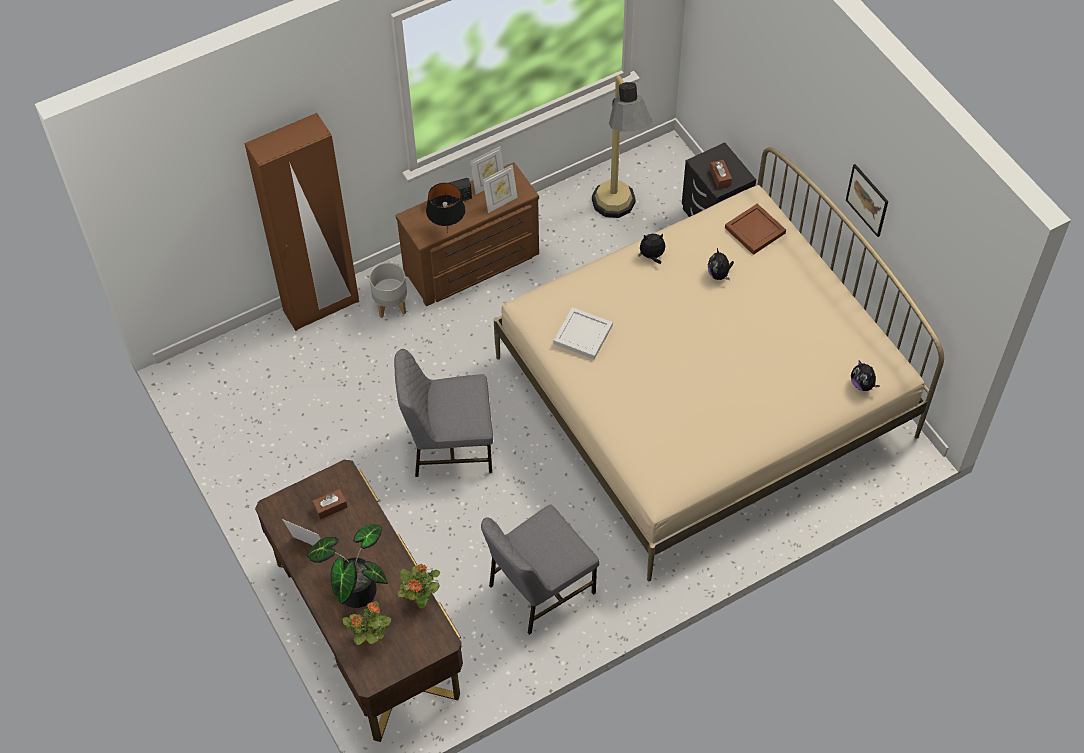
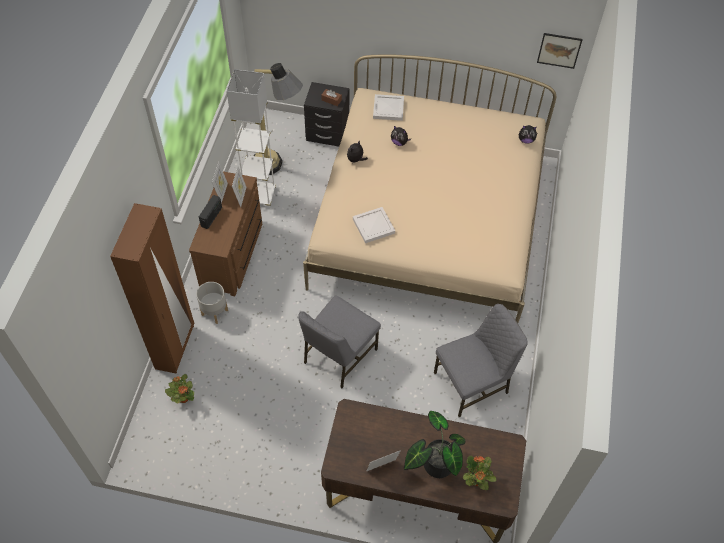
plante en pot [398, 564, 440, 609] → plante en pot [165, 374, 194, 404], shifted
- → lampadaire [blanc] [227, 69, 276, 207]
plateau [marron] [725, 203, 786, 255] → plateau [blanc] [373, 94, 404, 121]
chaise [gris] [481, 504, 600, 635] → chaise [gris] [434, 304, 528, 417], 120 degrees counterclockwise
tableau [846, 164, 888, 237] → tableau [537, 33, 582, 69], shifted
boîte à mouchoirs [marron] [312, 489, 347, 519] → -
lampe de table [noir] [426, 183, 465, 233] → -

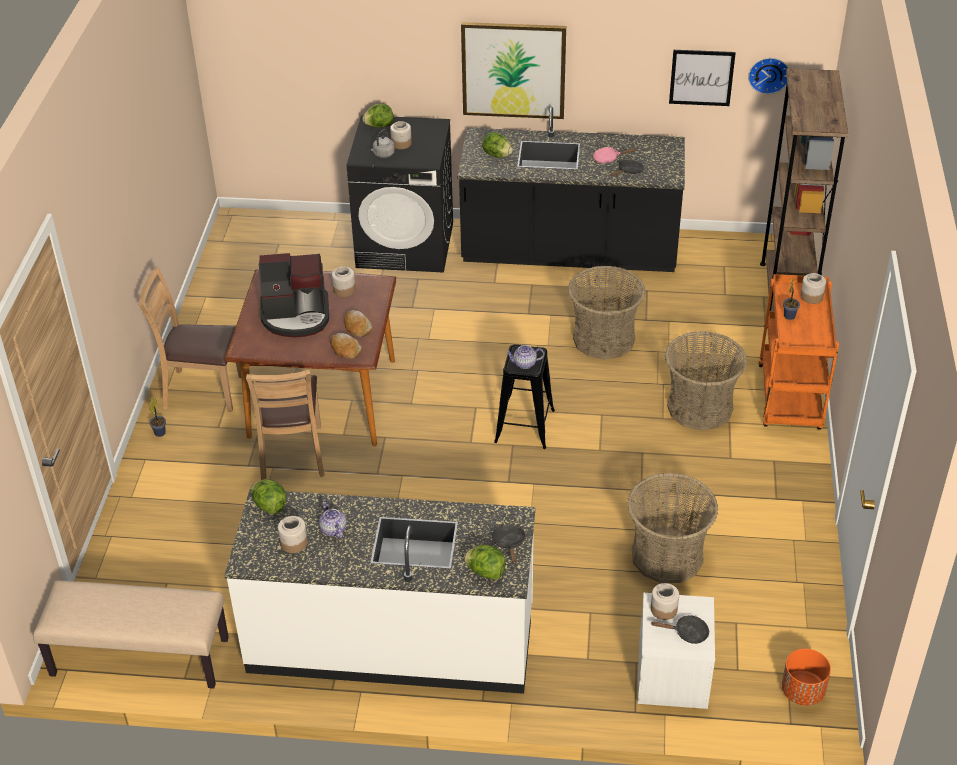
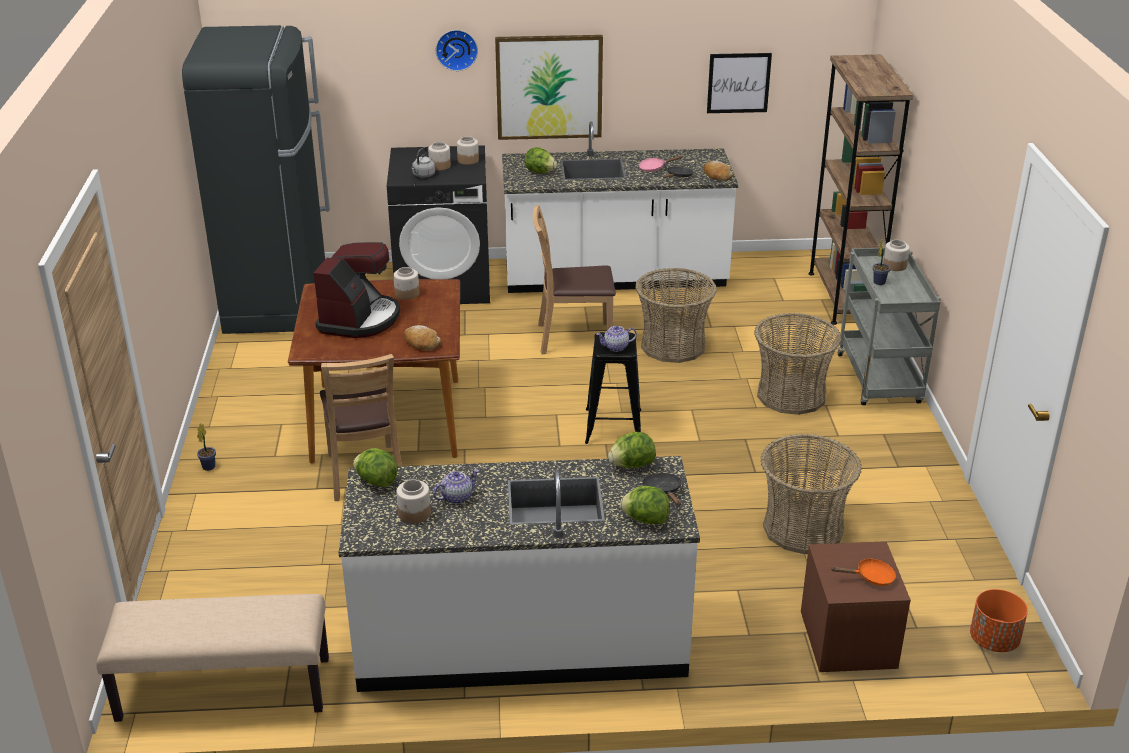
- → réfrigérateur [noir] [182, 25, 330, 334]
machine à café [259, 253, 329, 337] → machine à café [313, 242, 400, 338], 60 degrees counterclockwise
théière [319, 501, 346, 539] → théière [433, 469, 479, 504], 90 degrees clockwise
horloge murale [748, 58, 788, 94] → horloge murale [436, 30, 478, 71], shifted
bocal [651, 583, 679, 620] → bocal [457, 136, 479, 165], shifted
comptoir de cuisine [noir] [457, 107, 685, 272] → comptoir de cuisine [blanc] [502, 121, 738, 293]
chaise [marron] [139, 268, 241, 412] → chaise [marron] [533, 205, 616, 355], shifted
laitue [362, 104, 394, 128] → laitue [608, 432, 656, 468], shifted
pain [344, 310, 372, 337] → pain [704, 161, 733, 181], shifted
table de chevet [blanc] [638, 593, 715, 709] → table de chevet [marron] [801, 541, 911, 672]
poêle [noir] [651, 615, 709, 644] → poêle [orange] [831, 558, 896, 586]
chariot [orange] [758, 274, 839, 430] → chariot [gris] [838, 248, 941, 405]

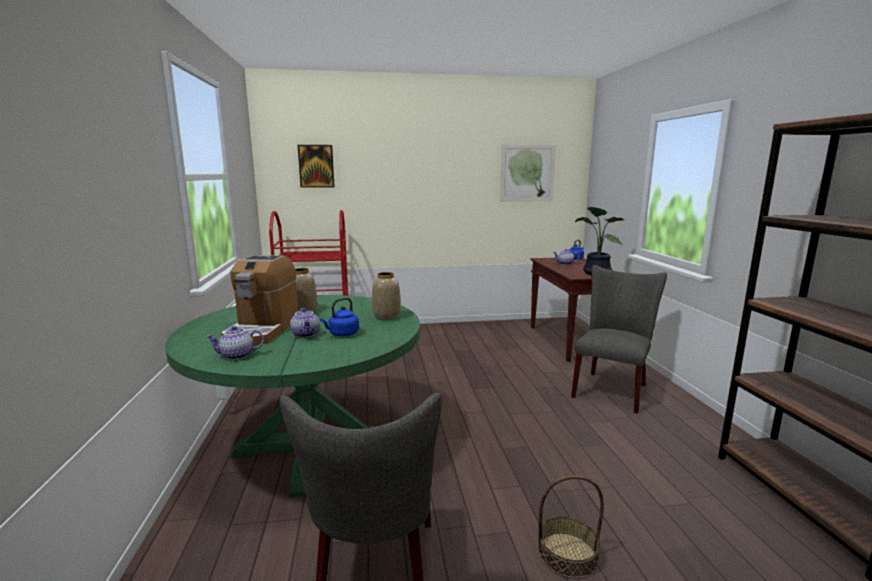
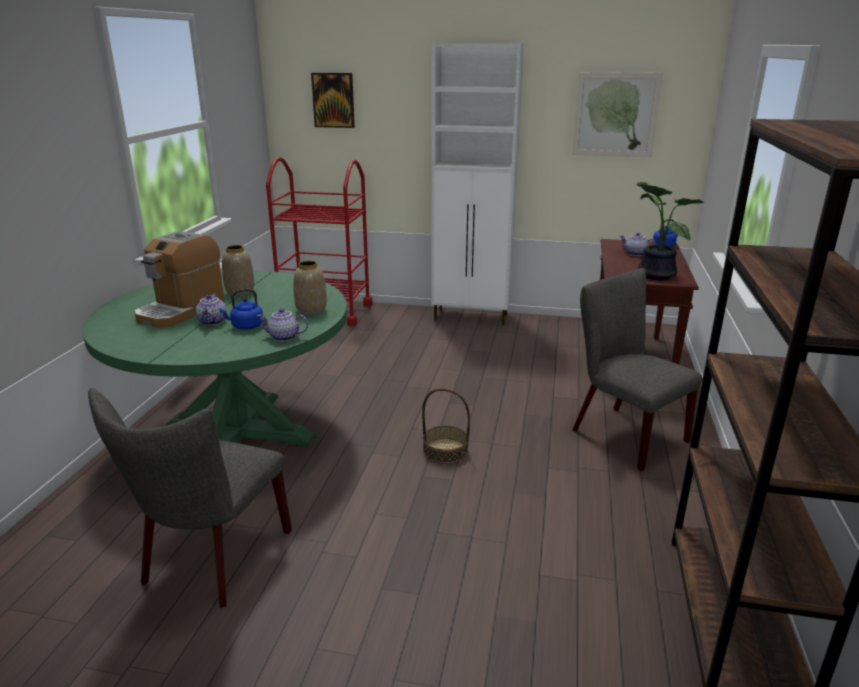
théière [206, 326, 264, 360] → théière [257, 308, 308, 341], shifted
panier [538, 475, 604, 579] → panier [422, 388, 470, 464], shifted
- → meuble de rangement [blanc] [431, 43, 524, 325]
chaise [gris] [571, 265, 667, 414] → chaise [gris] [572, 268, 702, 471], 90 degrees counterclockwise

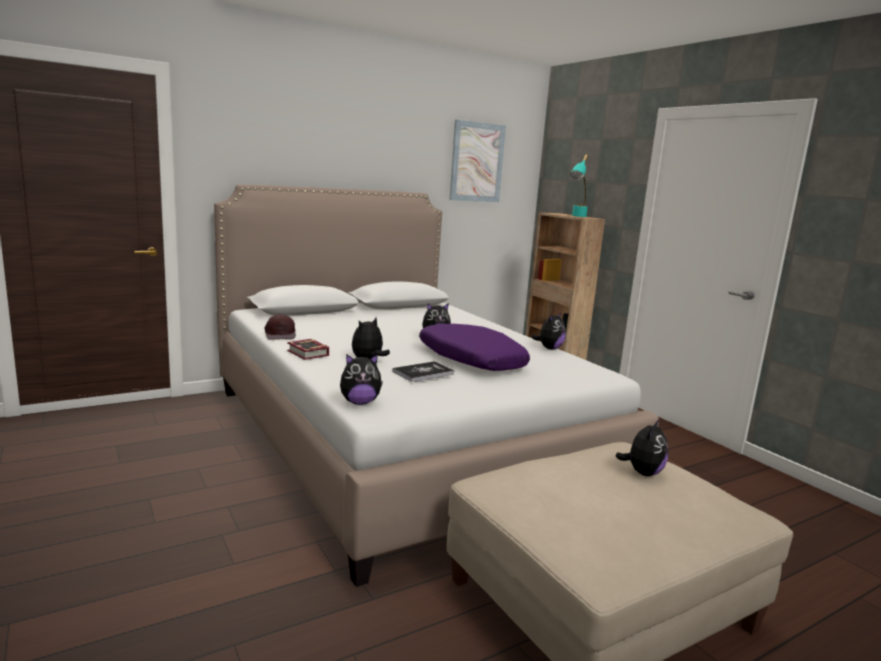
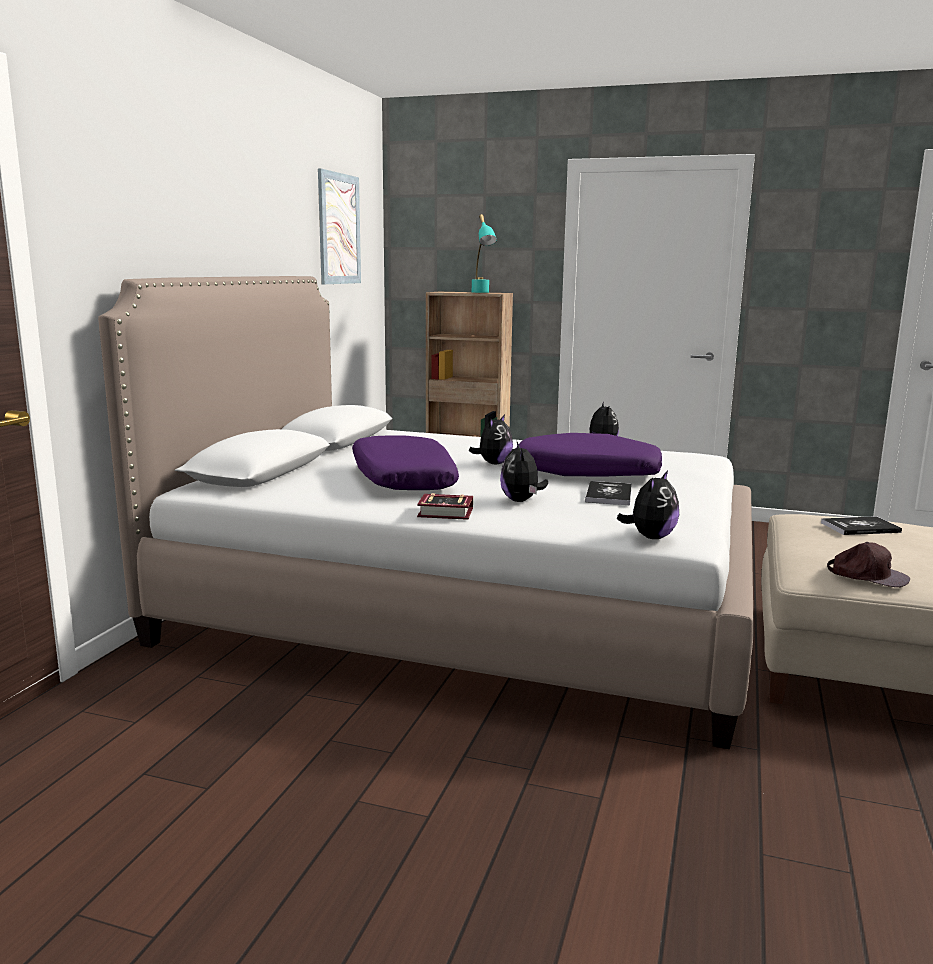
- → coussin [violet] [352, 435, 459, 490]
peluche [615, 419, 668, 476] → livre [821, 516, 902, 535]
casquette [marron] [264, 314, 296, 339] → casquette [marron] [827, 542, 910, 587], shifted

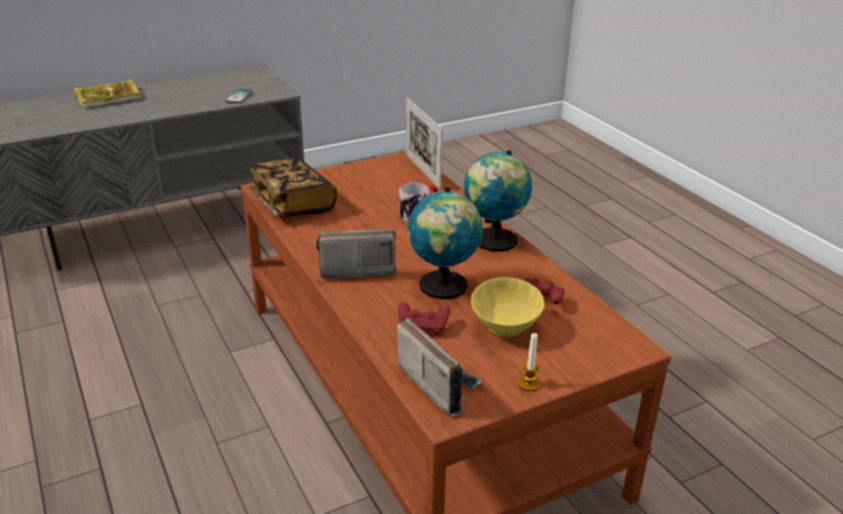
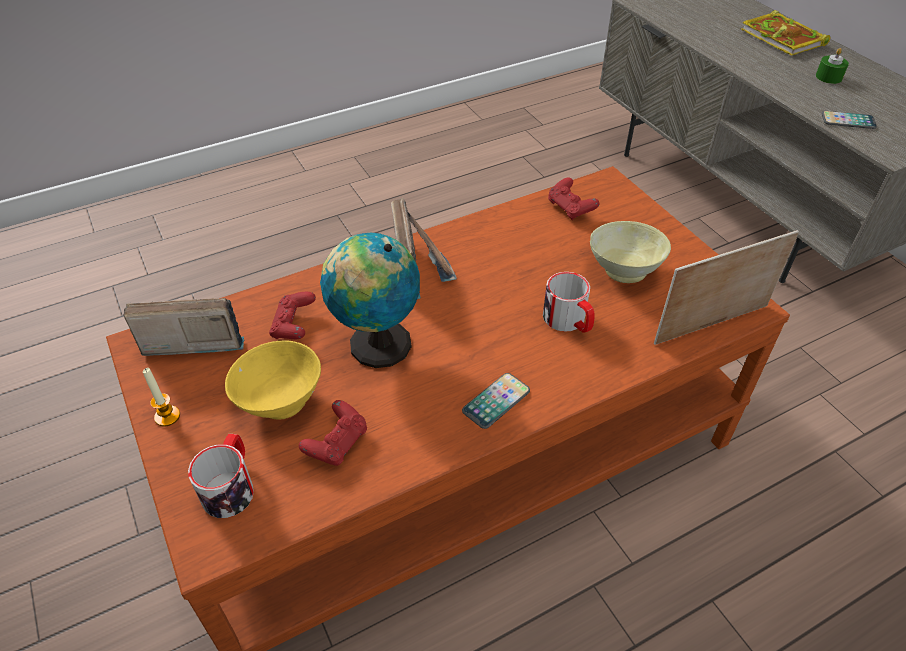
radio [397, 318, 483, 417] → radio [124, 298, 244, 356], 150 degrees counterclockwise
- → mug [188, 434, 254, 518]
globe [464, 150, 532, 252] → téléphone [462, 373, 530, 429]
livre [249, 158, 337, 217] → manette [rouge] [548, 177, 599, 220]
- → bol [beige] [590, 221, 671, 283]
- → bougie [vert] [816, 48, 849, 84]

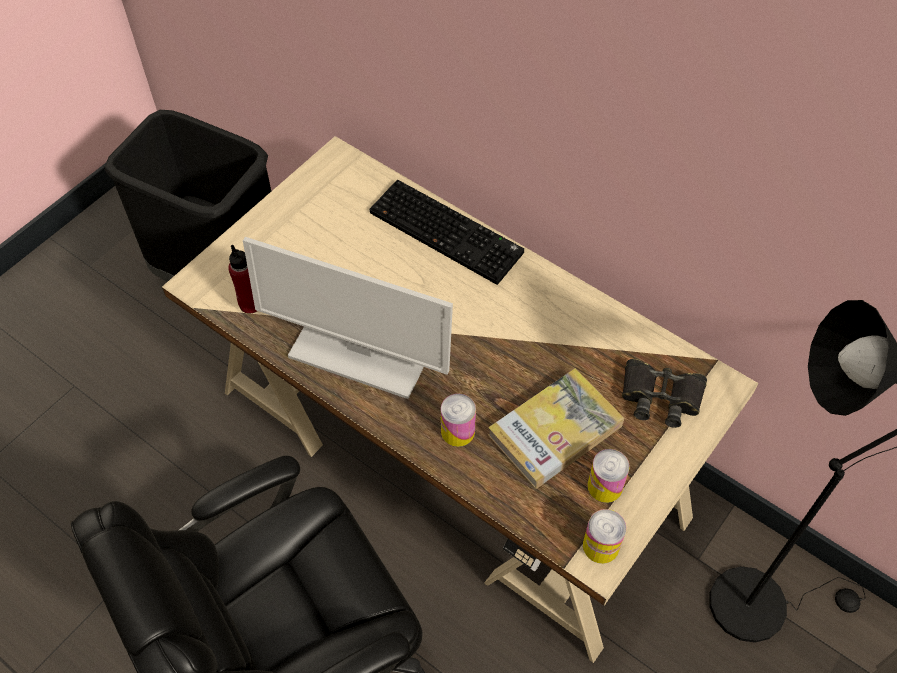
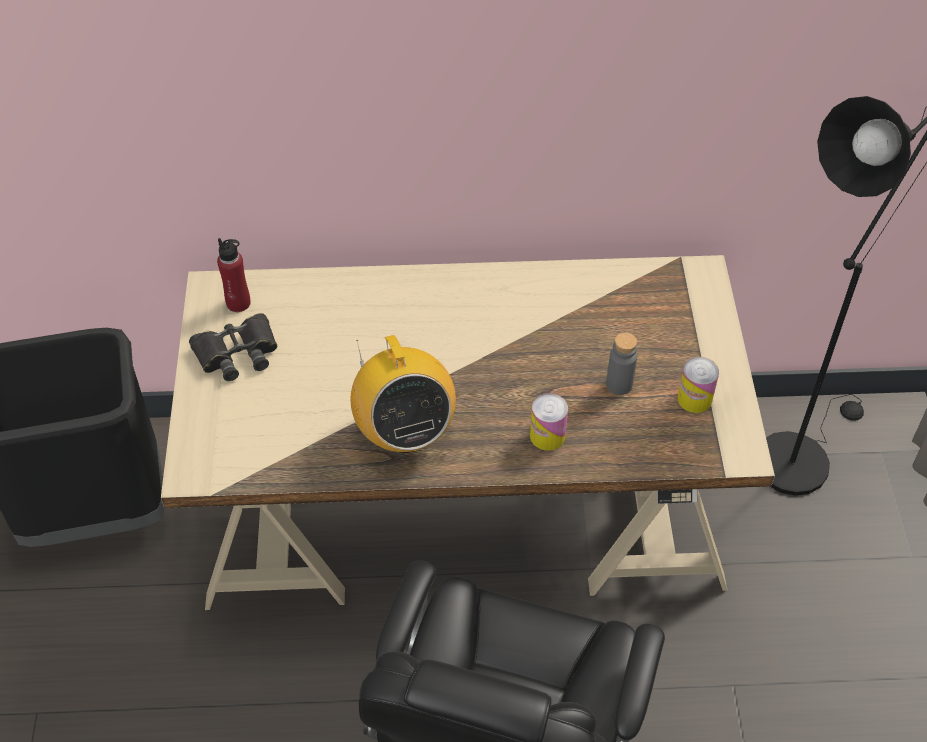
jumelles [noir] [622, 359, 707, 428] → jumelles [noir] [189, 313, 277, 381], shifted
bouteille [rouge] [228, 245, 257, 313] → bouteille [rouge] [217, 238, 251, 312], shifted
écran d'ordinateur [243, 237, 453, 399] → radio [350, 335, 456, 453]
livre [488, 368, 624, 489] → bouteille [gris] [606, 333, 637, 395]
clavier [369, 180, 524, 285] → -
boîte métallique [583, 509, 626, 564] → -

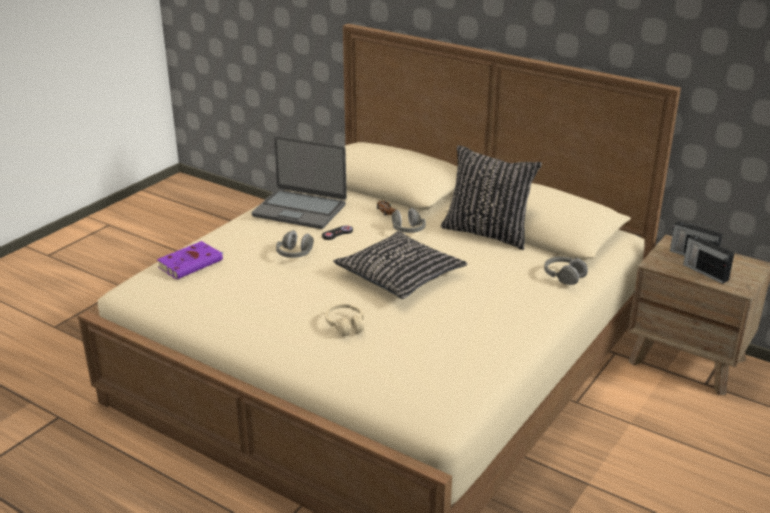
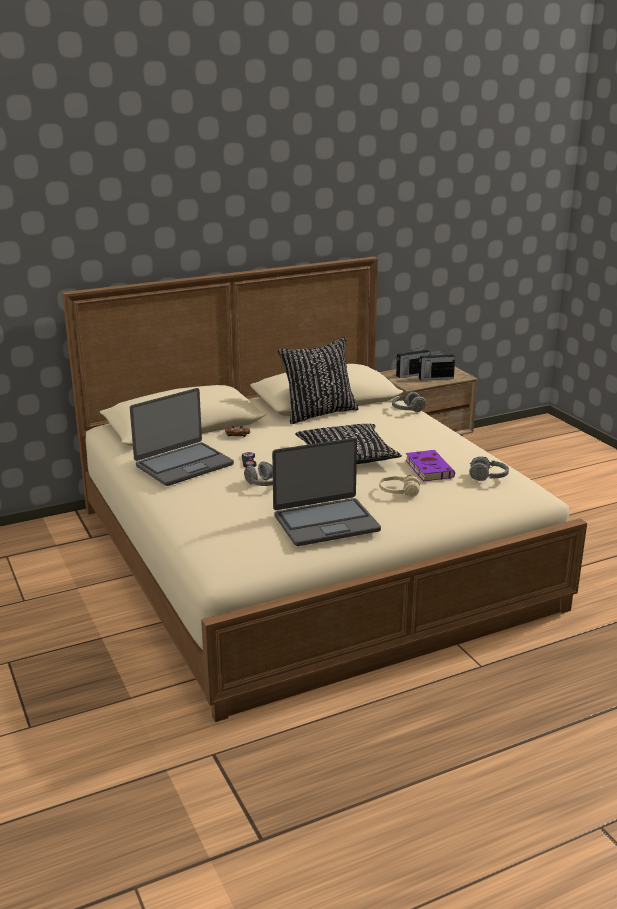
- → ordinateur portable [272, 438, 381, 546]
livre [violet] [157, 241, 223, 279] → livre [violet] [405, 450, 455, 481], shifted
casque audio [gris] [392, 208, 426, 233] → casque audio [gris] [469, 456, 509, 481], shifted

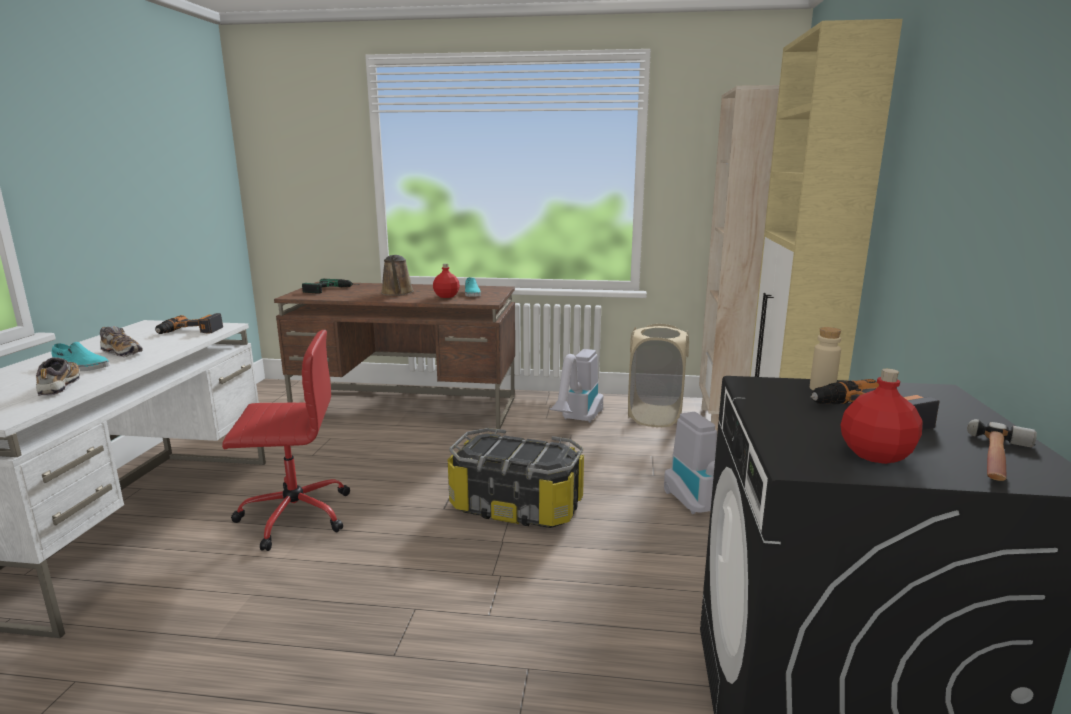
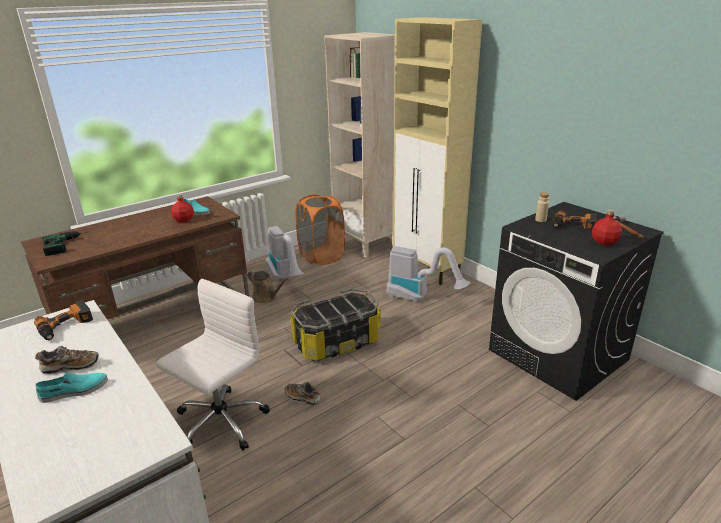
chaise de bureau [rouge] [222, 330, 350, 551] → chaise de bureau [blanc] [156, 279, 270, 451]
arrosoir [marron] [381, 255, 414, 296] → arrosoir [marron] [248, 270, 288, 303], shifted
chaussure [36, 357, 80, 396] → chaussure [285, 382, 320, 406], shifted
panier à linge [beige] [628, 324, 689, 427] → panier à linge [orange] [295, 195, 345, 265]

